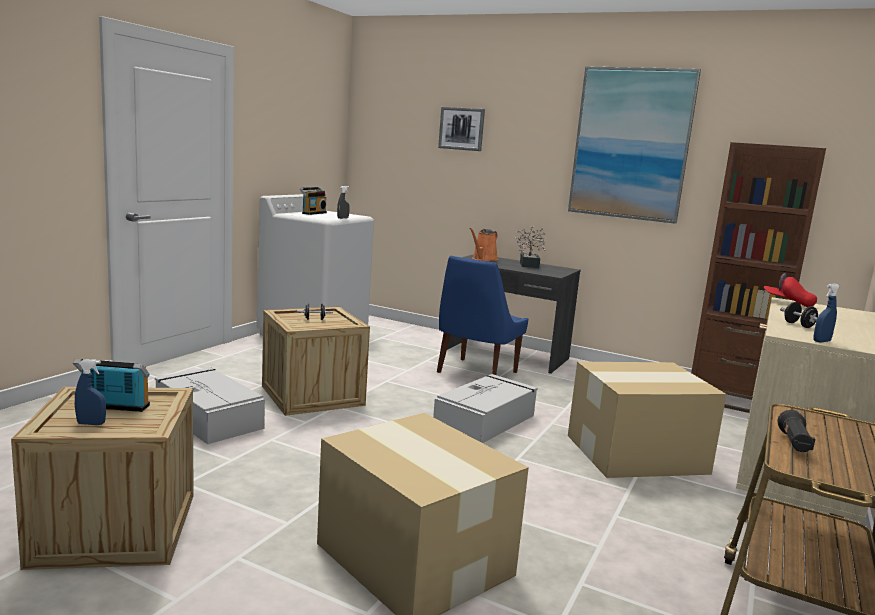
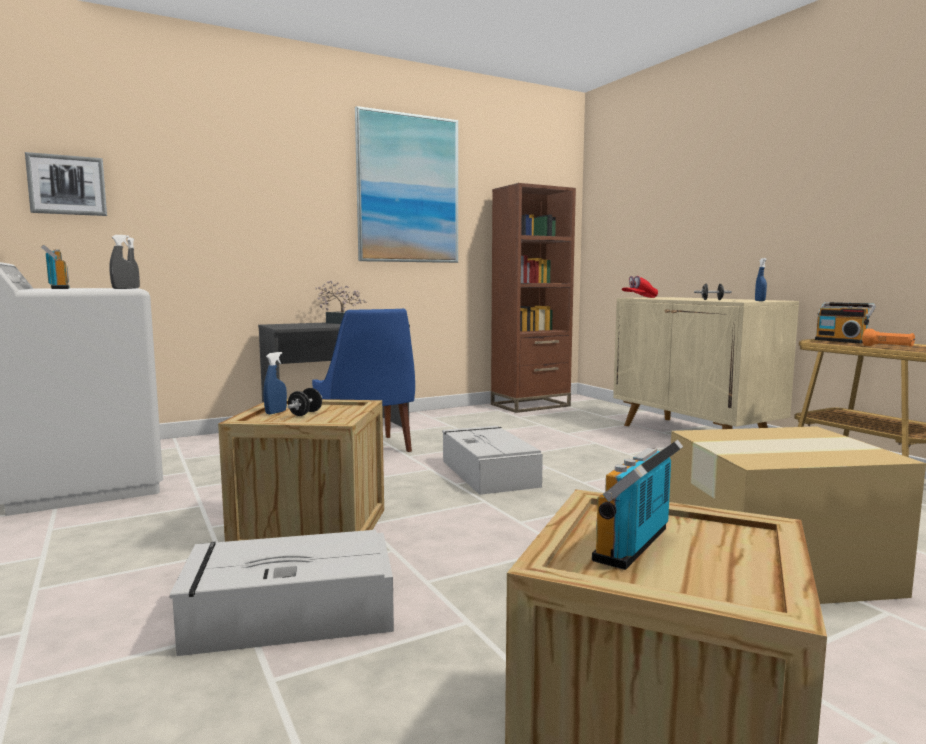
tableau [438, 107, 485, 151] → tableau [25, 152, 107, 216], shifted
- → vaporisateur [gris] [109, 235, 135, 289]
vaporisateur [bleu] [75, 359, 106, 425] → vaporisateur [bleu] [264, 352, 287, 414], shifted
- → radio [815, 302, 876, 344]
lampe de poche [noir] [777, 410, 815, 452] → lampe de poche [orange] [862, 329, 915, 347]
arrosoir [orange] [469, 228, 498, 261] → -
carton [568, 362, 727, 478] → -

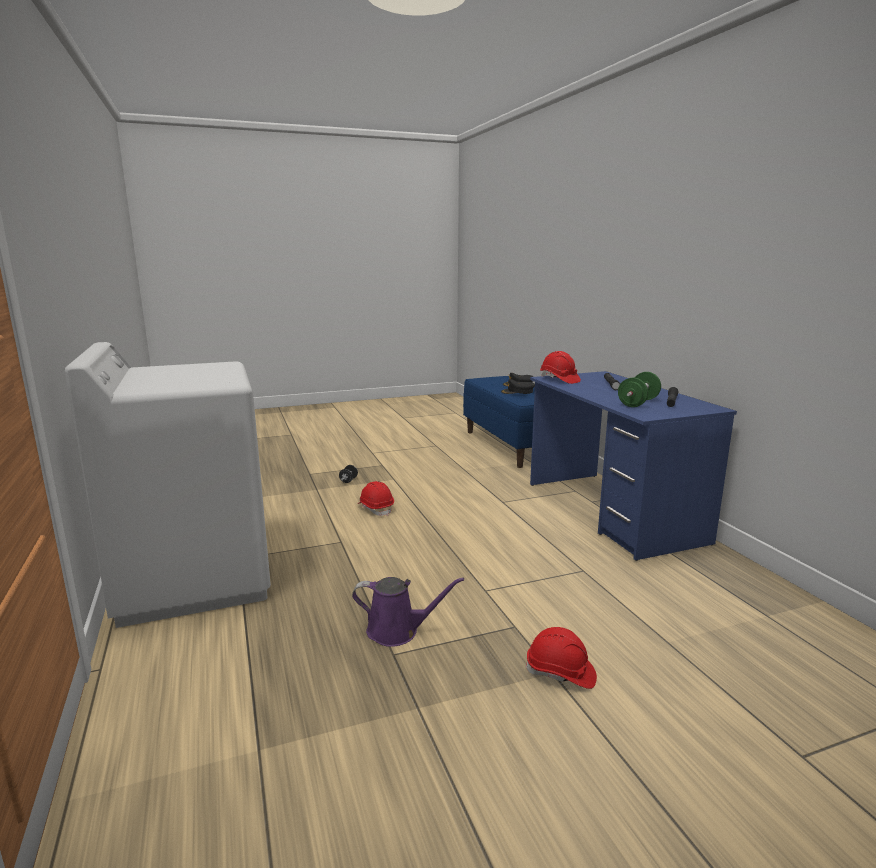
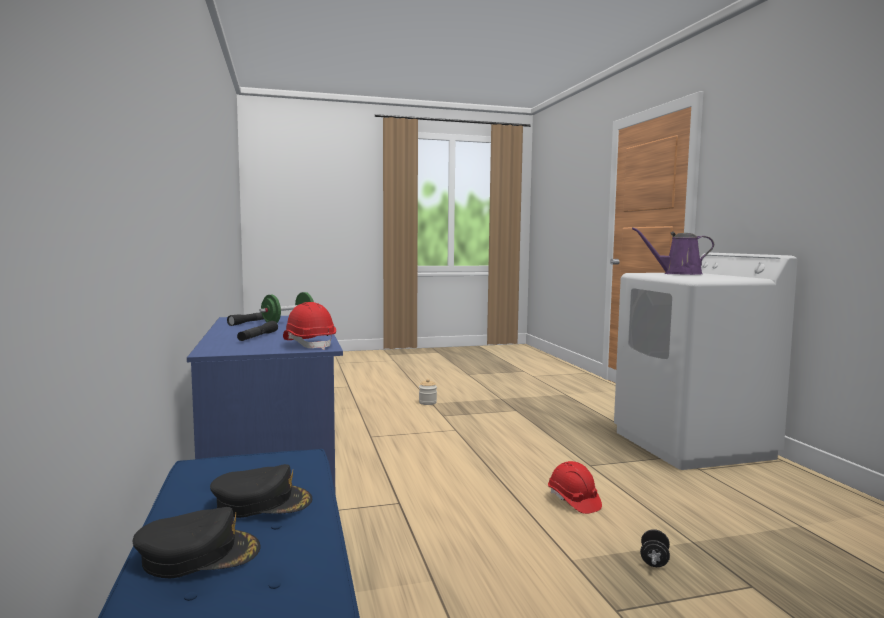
casque de chantier [rouge] [525, 627, 597, 689] → bocal [419, 379, 437, 405]
arrosoir [violet] [352, 577, 464, 647] → arrosoir [violet] [632, 227, 714, 275], shifted

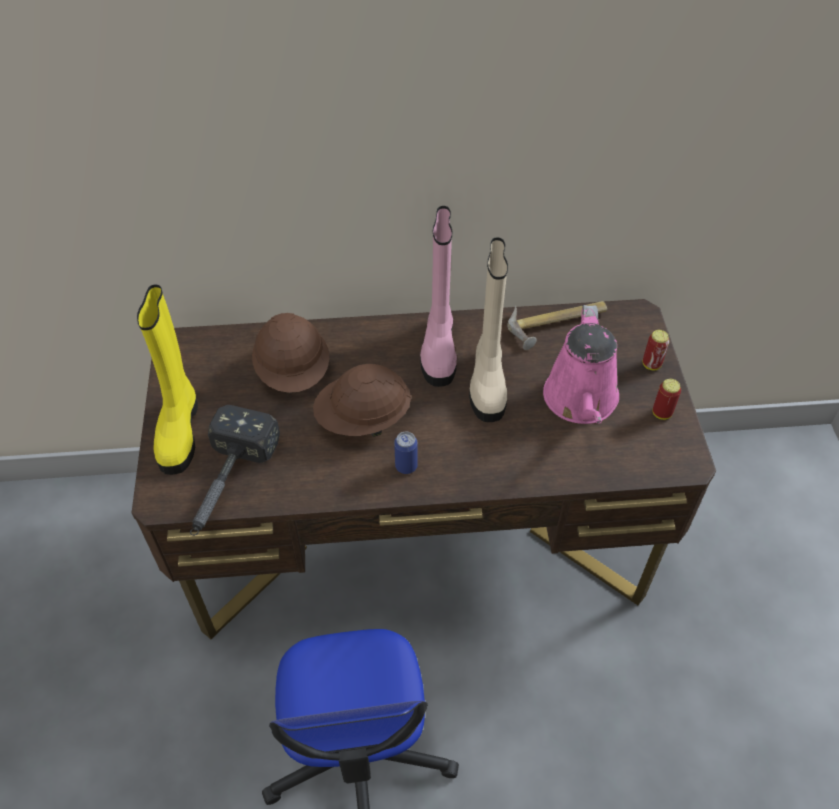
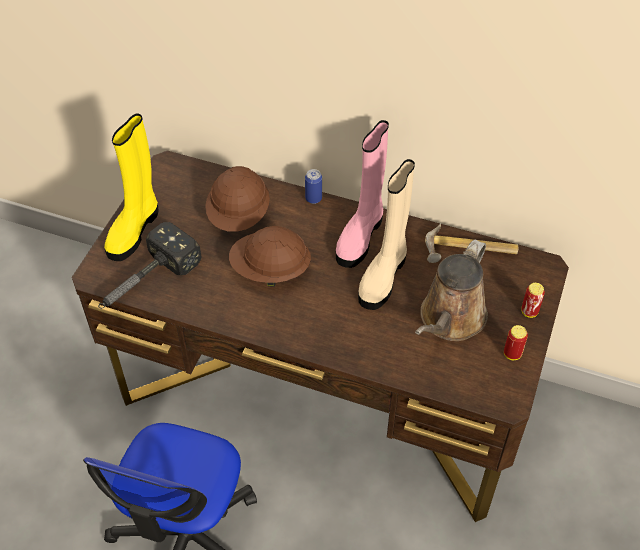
boîte métallique [394, 432, 418, 474] → boîte métallique [305, 169, 322, 204], shifted
arrosoir [rose] [543, 305, 619, 424] → arrosoir [marron] [415, 239, 488, 341]

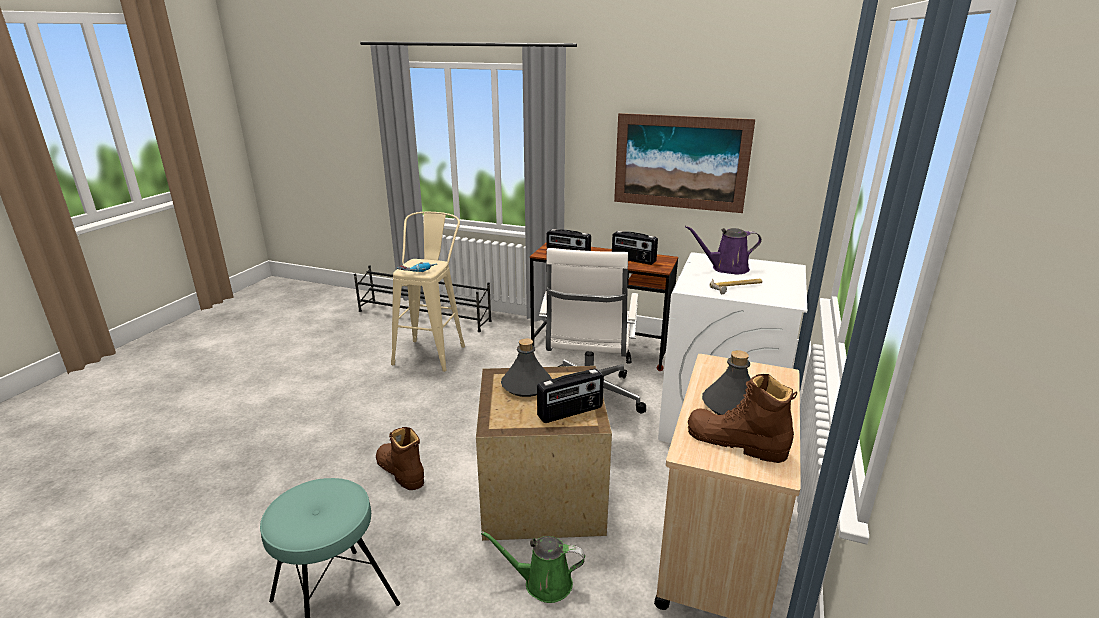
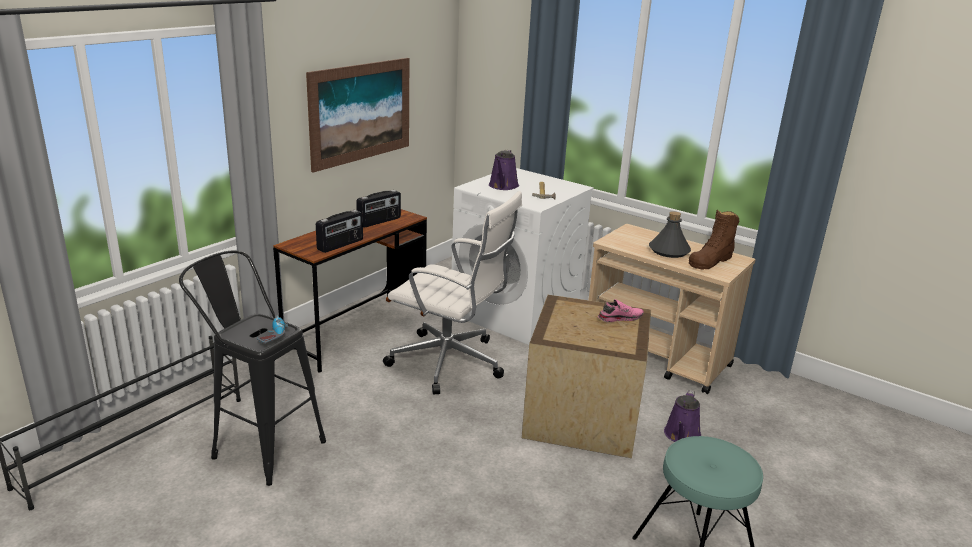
tabouret [beige] [391, 212, 465, 372] → tabouret [noir] [179, 251, 326, 486]
radio [537, 369, 604, 423] → chaussure [rose] [598, 299, 644, 322]
arrosoir [vert] [481, 531, 585, 603] → arrosoir [violet] [664, 390, 701, 442]
botte [marron] [376, 427, 424, 490] → -
bouteille [gris] [501, 338, 552, 397] → -

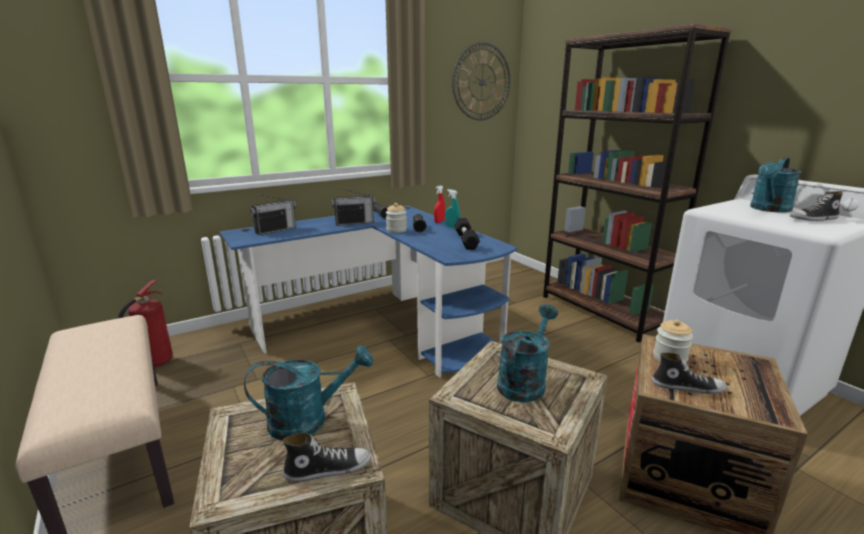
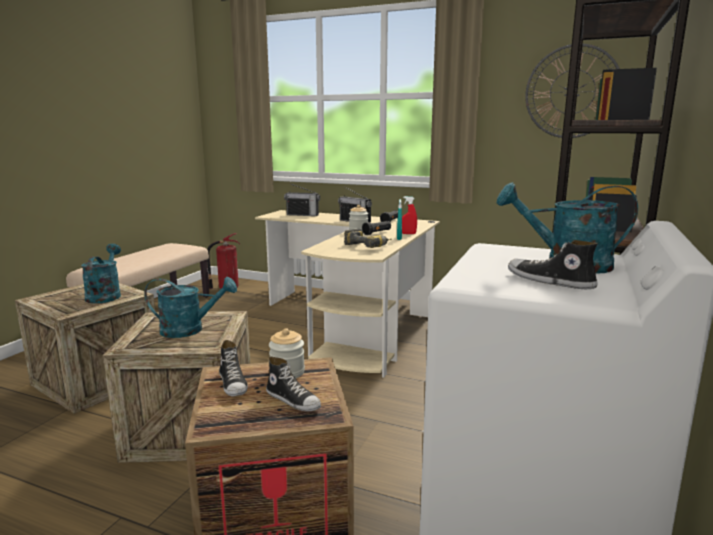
arrosoir [turquoise] [244, 345, 373, 440] → arrosoir [turquoise] [81, 244, 121, 304], 135 degrees counterclockwise
bureau [bleu] [219, 206, 517, 378] → bureau [beige] [255, 210, 440, 378]
chaussure [283, 433, 371, 482] → chaussure [266, 357, 321, 411], shifted
haltère [noir] [454, 218, 480, 250] → perceuse [344, 229, 392, 248]

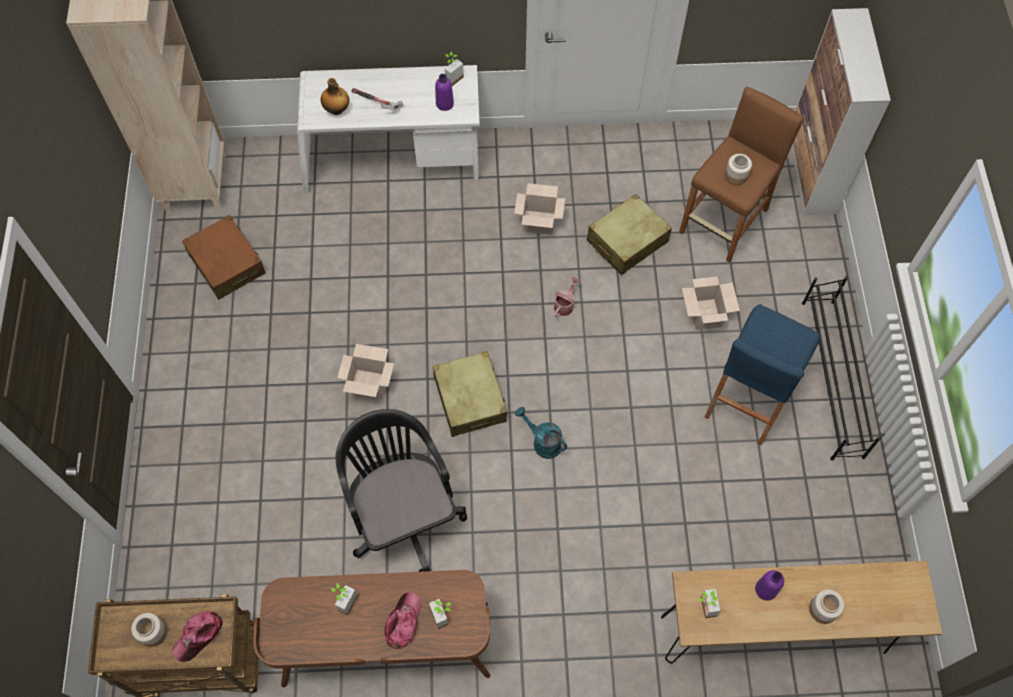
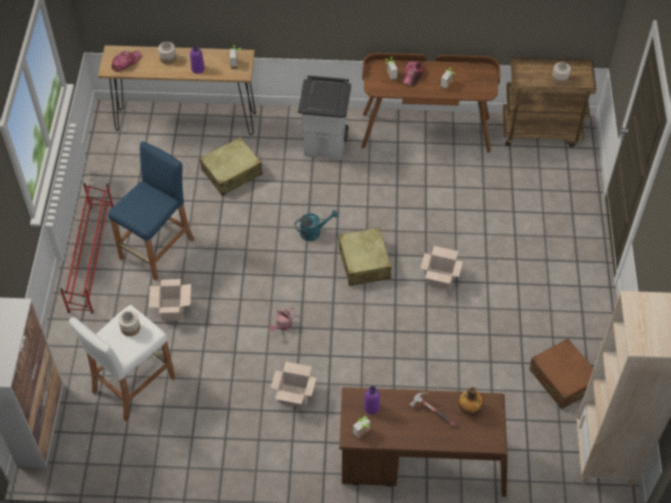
étagère à chaussures [noir] [802, 276, 881, 460] → étagère à chaussures [rouge] [60, 183, 114, 314]
tabouret [marron] [679, 87, 804, 262] → tabouret [blanc] [69, 305, 175, 421]
casquette [171, 611, 223, 662] → casquette [111, 51, 142, 72], shifted
valise [beige] [587, 194, 672, 275] → valise [beige] [200, 137, 263, 196], shifted
arrosoir [turquoise] [515, 407, 567, 459] → arrosoir [turquoise] [295, 210, 338, 241], 60 degrees counterclockwise
- → poubelle [gris] [298, 75, 351, 160]
bureau [blanc] [297, 65, 480, 192] → bureau [marron] [339, 387, 508, 497]
chaise de bureau [noir] [336, 409, 467, 572] → -

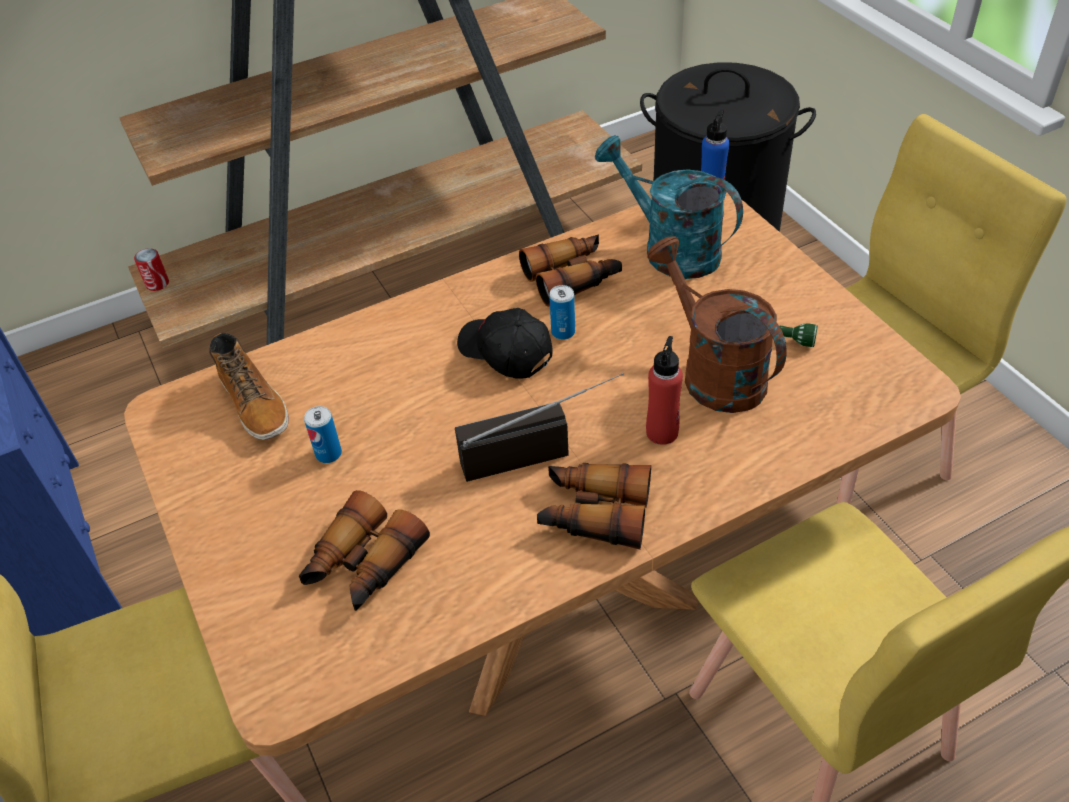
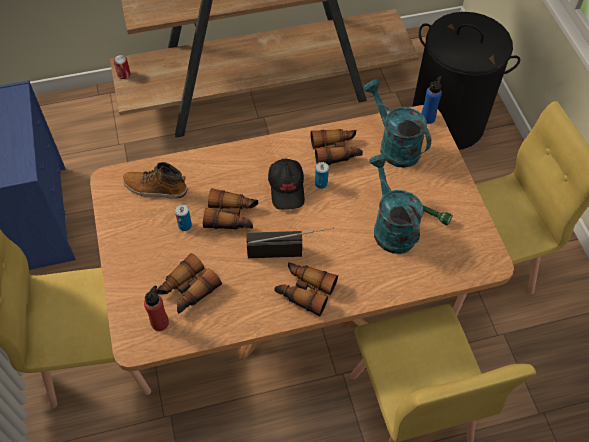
botte [209, 333, 289, 440] → botte [122, 162, 187, 198], 120 degrees clockwise
bouteille [rouge] [646, 336, 683, 445] → bouteille [rouge] [144, 286, 169, 331], shifted
- → jumelles [203, 188, 258, 230]
casquette [noir] [457, 308, 552, 379] → casquette [noir] [268, 158, 305, 210], 150 degrees counterclockwise
arrosoir [marron] [647, 236, 786, 413] → arrosoir [turquoise] [369, 154, 423, 254]

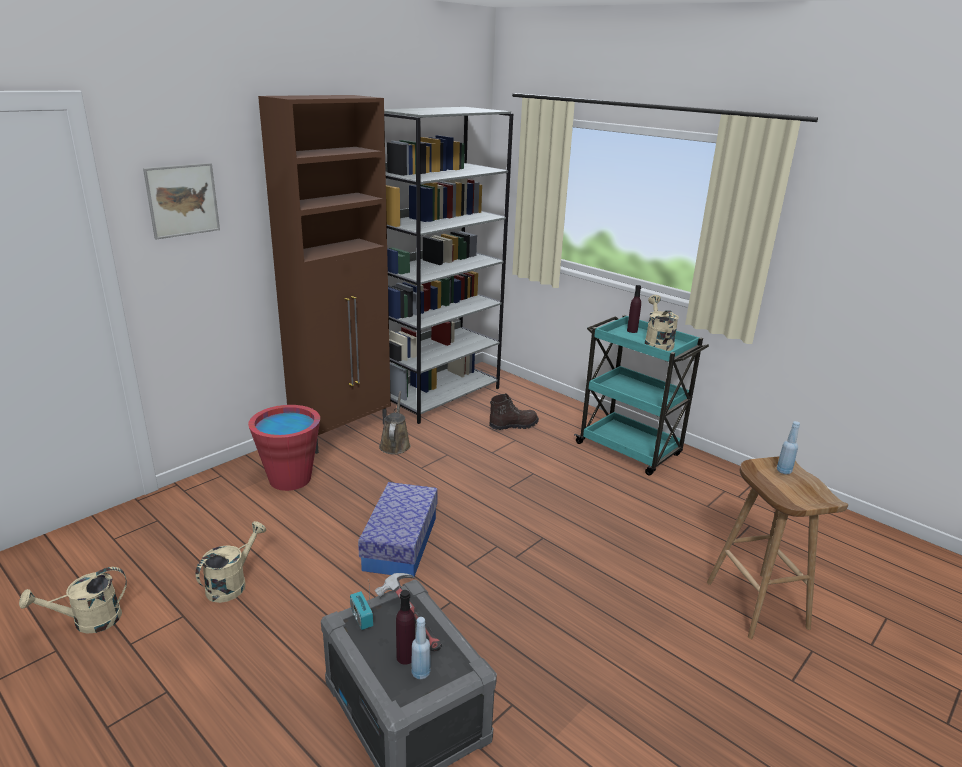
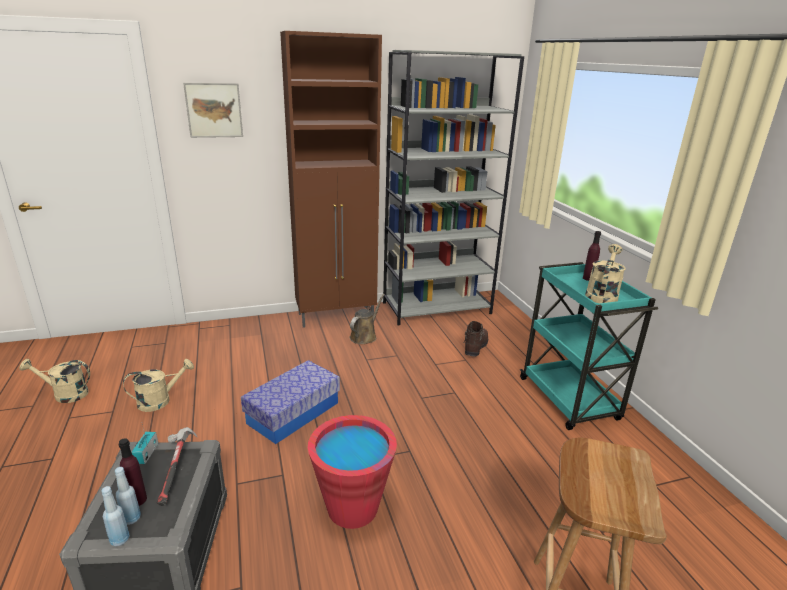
bouteille [bleu] [777, 421, 800, 475] → bouteille [bleu] [101, 486, 130, 546], shifted
seau [rouge] [248, 405, 320, 491] → seau [rouge] [308, 415, 397, 529], shifted
botte [marron] [489, 393, 539, 430] → botte [marron] [464, 321, 488, 357], 75 degrees counterclockwise

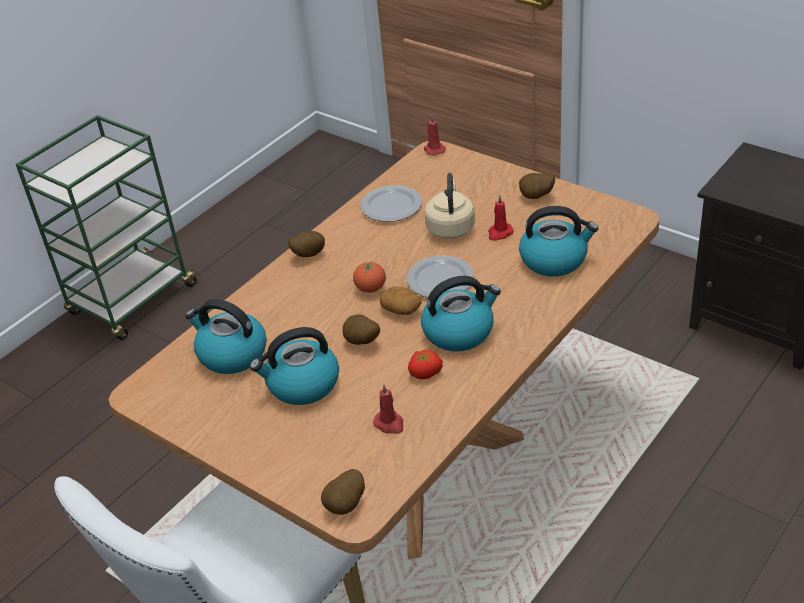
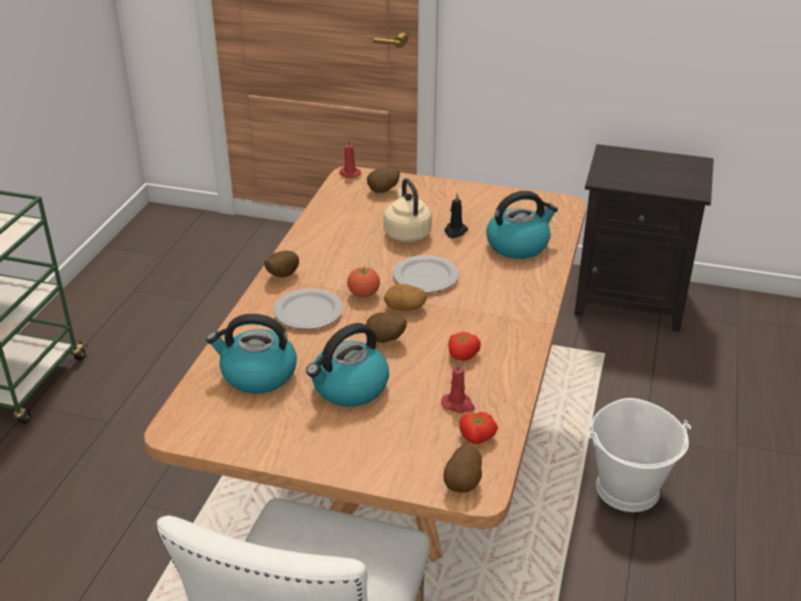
assiette [360, 185, 422, 222] → assiette [274, 288, 343, 329], shifted
pomme de terre [519, 173, 555, 199] → pomme de terre [367, 168, 400, 193], shifted
bougie [rouge] [488, 195, 514, 241] → bougie [noir] [444, 193, 468, 238]
- → tomate [459, 412, 498, 444]
- → seau [blanc] [588, 398, 691, 512]
bouilloire [421, 276, 501, 351] → -

